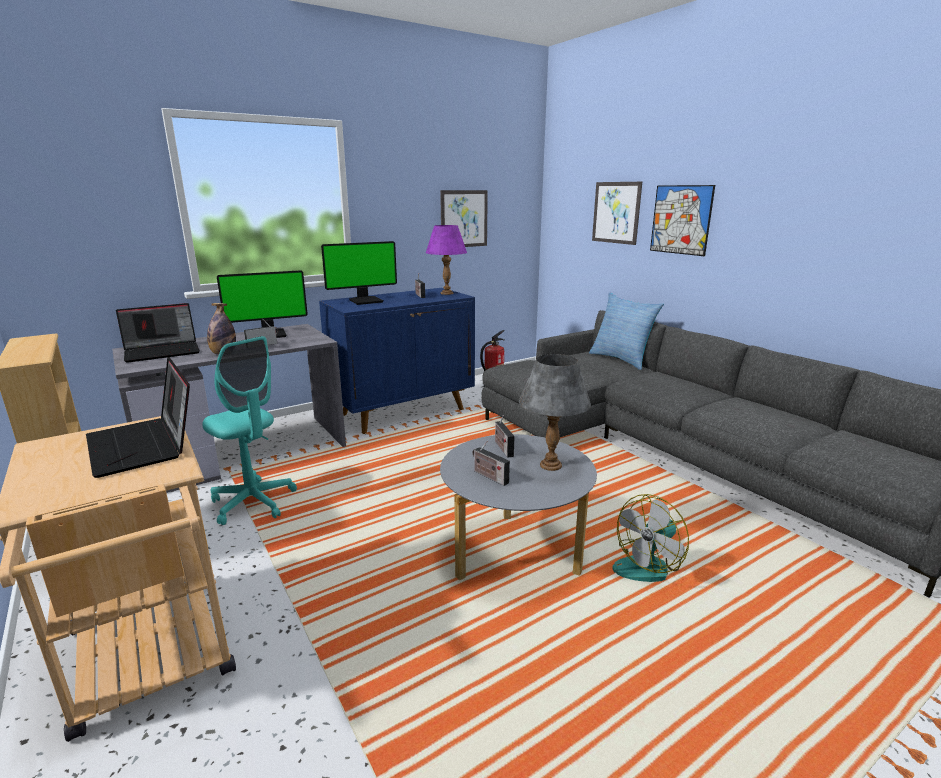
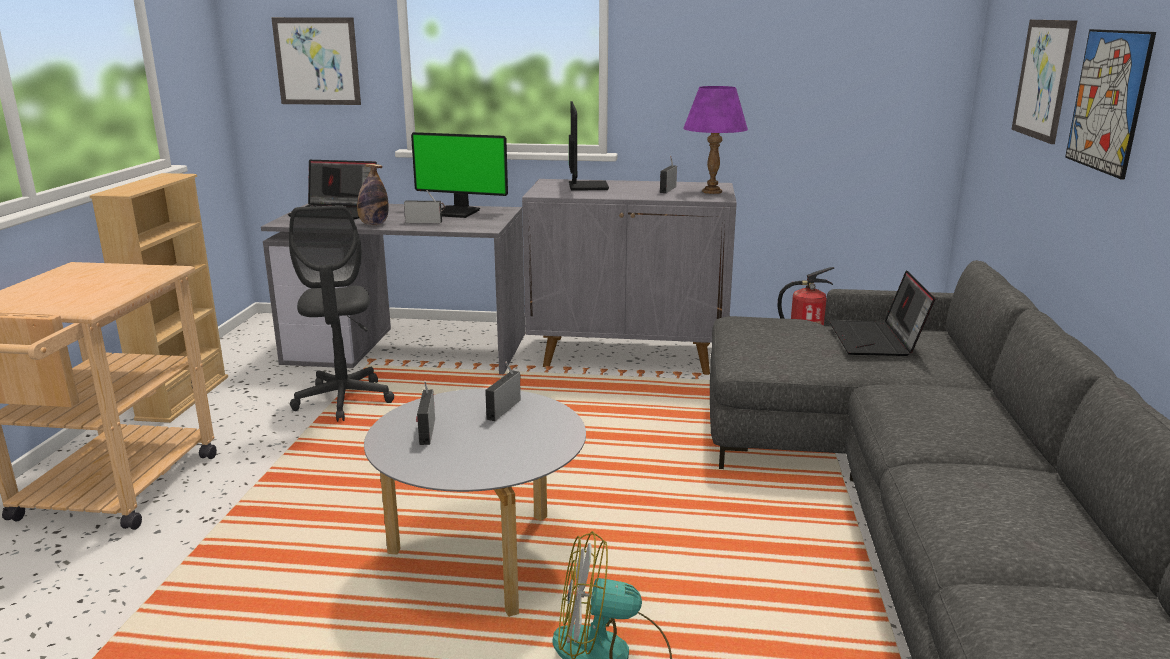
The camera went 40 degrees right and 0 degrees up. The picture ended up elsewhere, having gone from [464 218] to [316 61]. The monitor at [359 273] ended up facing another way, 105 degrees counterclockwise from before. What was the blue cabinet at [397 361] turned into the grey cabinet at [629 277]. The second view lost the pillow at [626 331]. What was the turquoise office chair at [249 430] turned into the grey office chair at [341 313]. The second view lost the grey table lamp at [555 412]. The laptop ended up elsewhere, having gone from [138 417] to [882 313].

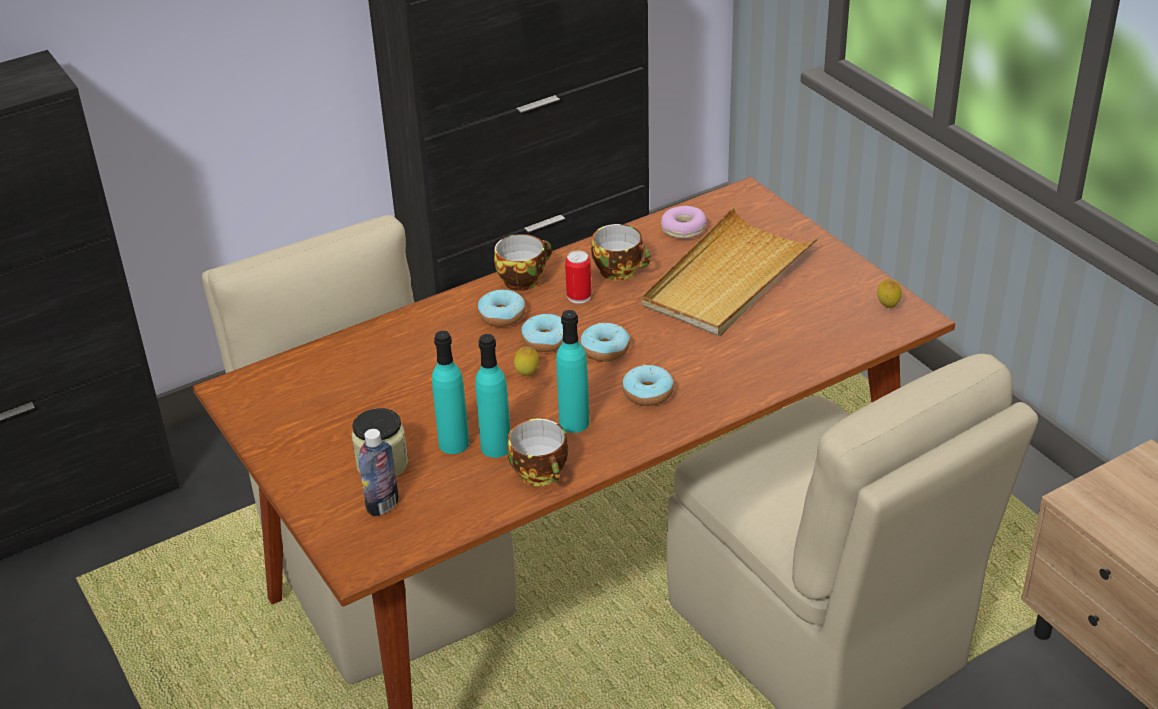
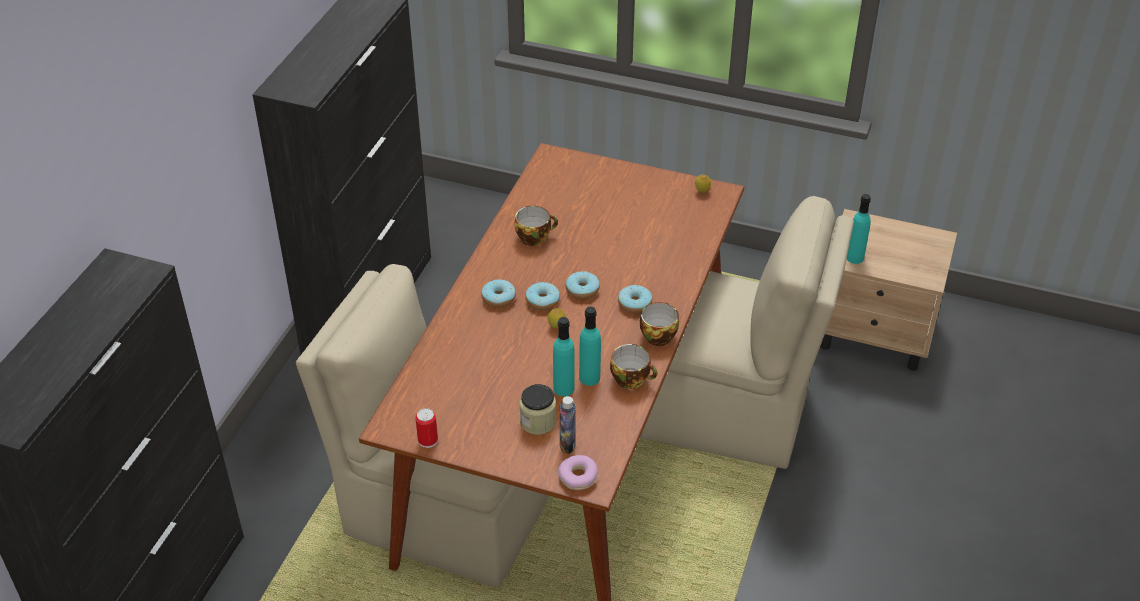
The camera went 40 degrees left and 5 degrees up. The donut ended up elsewhere, having gone from [684 222] to [578 472]. The second view lost the beige tray at [730 271]. The cup ended up elsewhere, having gone from [523 262] to [659 324]. The can ended up elsewhere, having gone from [578 277] to [426 428]. The turquoise bottle ended up elsewhere, having gone from [572 371] to [859 229].

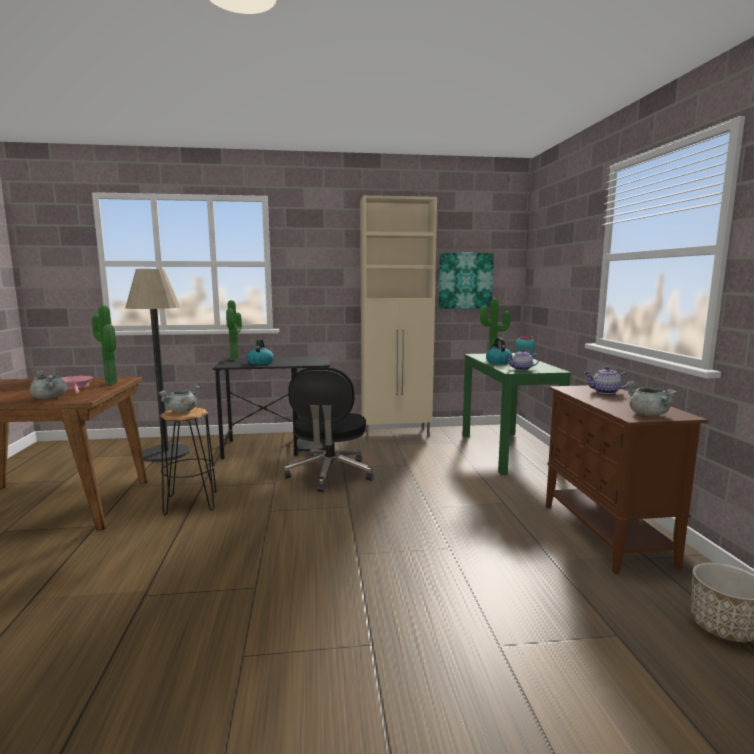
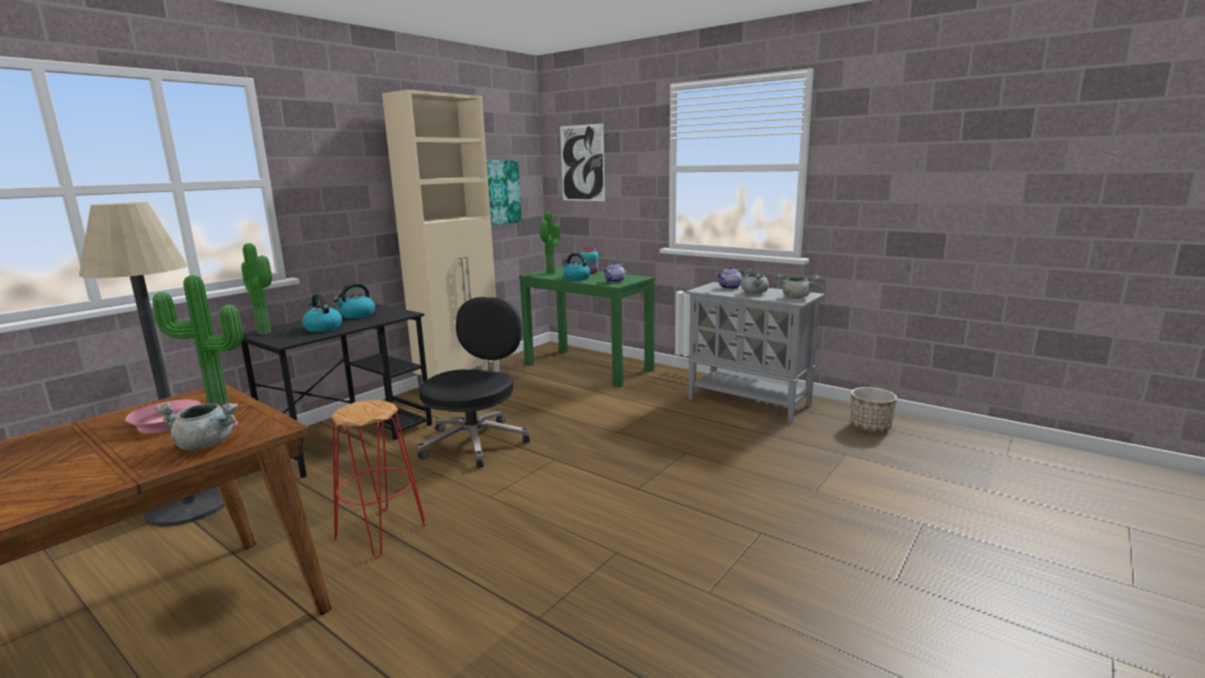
The camera went 45 degrees left and 5 degrees up. The black office chair at [329 429] ended up facing another way, 120 degrees counterclockwise from before. The grey cooking pot ended up elsewhere, having gone from [179 398] to [755 281]. What was the brown cabinet at [627 479] turned into the grey cabinet at [755 353]. What was the black stool at [188 461] turned into the red stool at [378 478]. The second view gained the picture at [582 162]. The second view gained the kettle at [354 300].

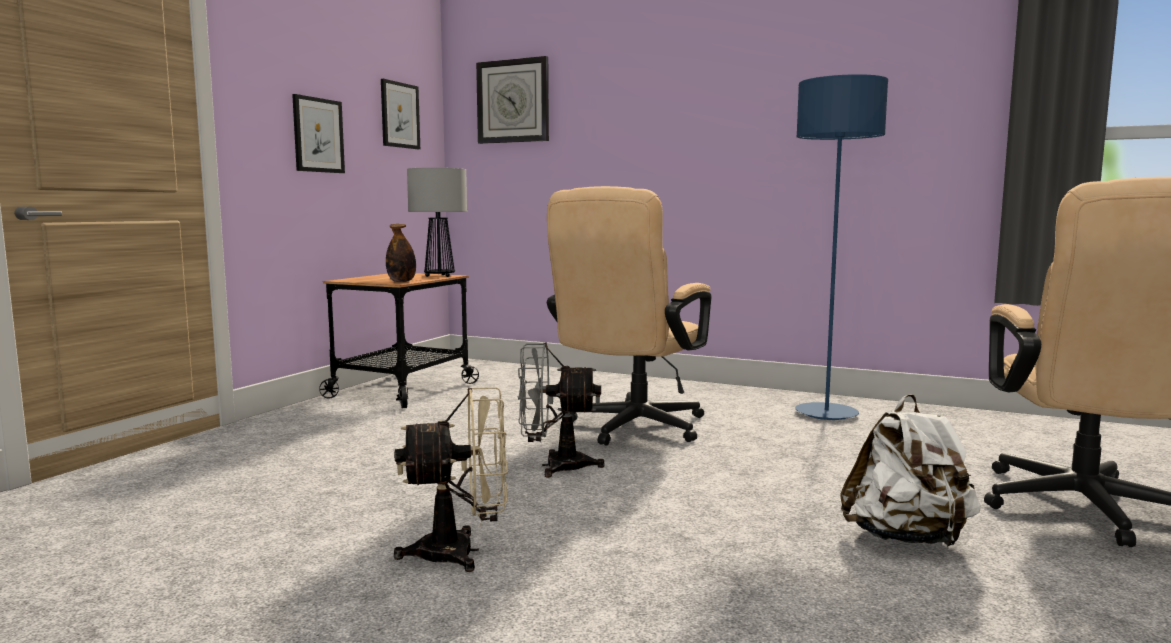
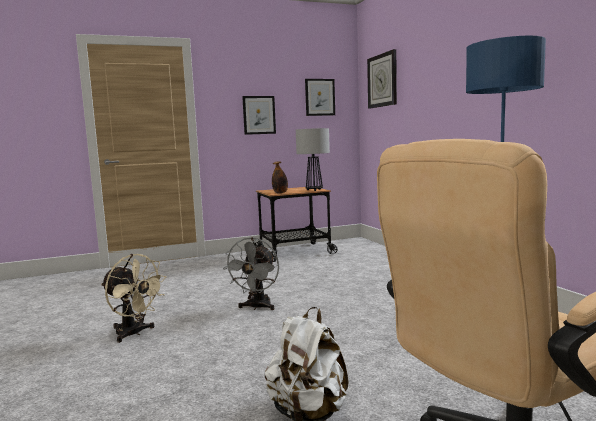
The camera went 45 degrees right and 0 degrees up. The second view lost the beige office chair at [629 316]. The grey fan at [561 410] ended up facing another way, 120 degrees counterclockwise from before.

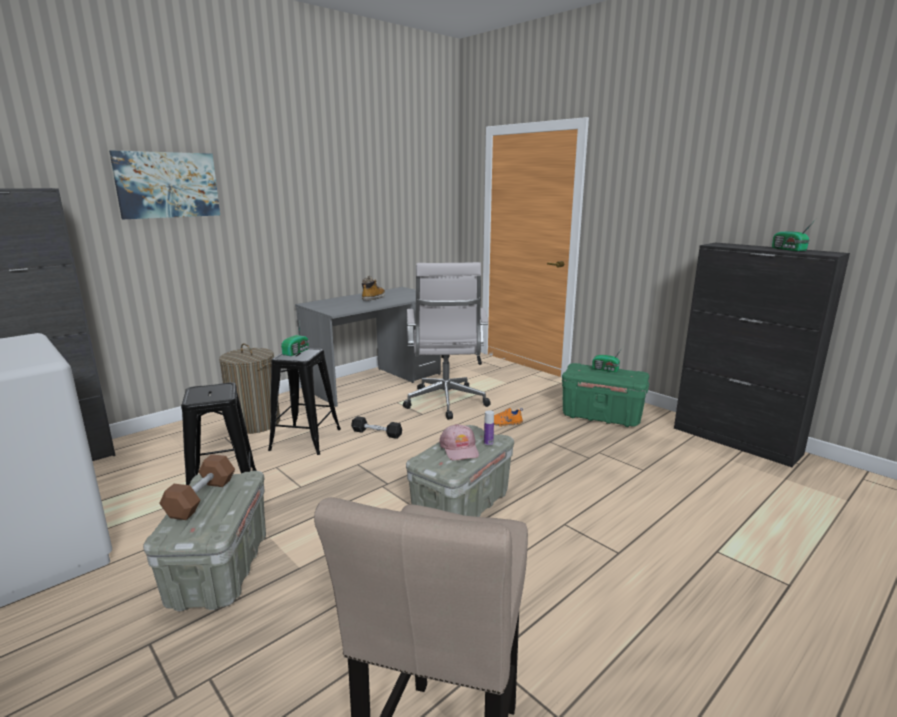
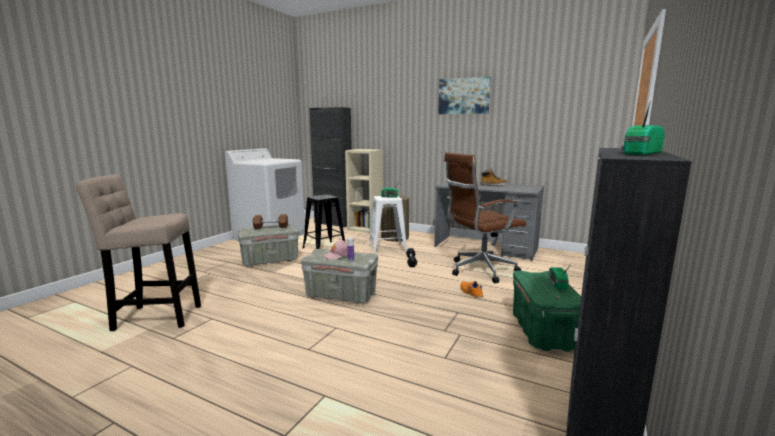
The camera went 70 degrees right and 5 degrees down. The picture ended up elsewhere, having gone from [164 184] to [464 95]. What was the white office chair at [447 341] turned into the brown office chair at [485 218]. What was the black stool at [304 402] turned into the white stool at [388 225]. The second view gained the beige bookcase at [364 191].

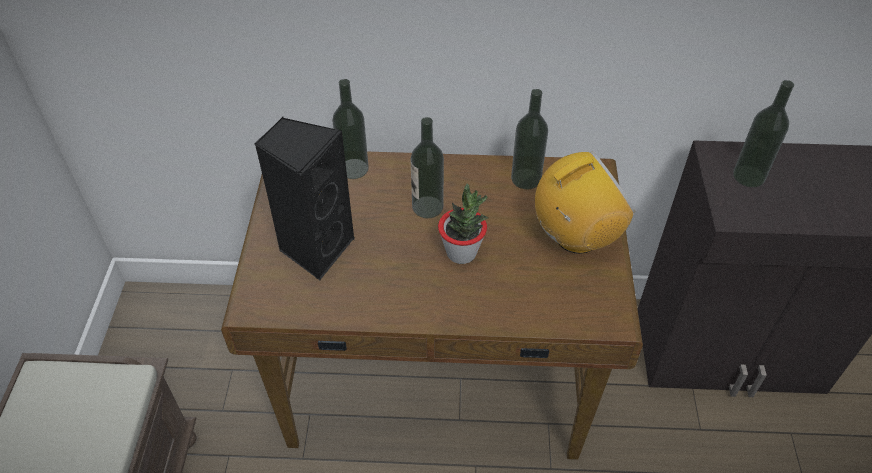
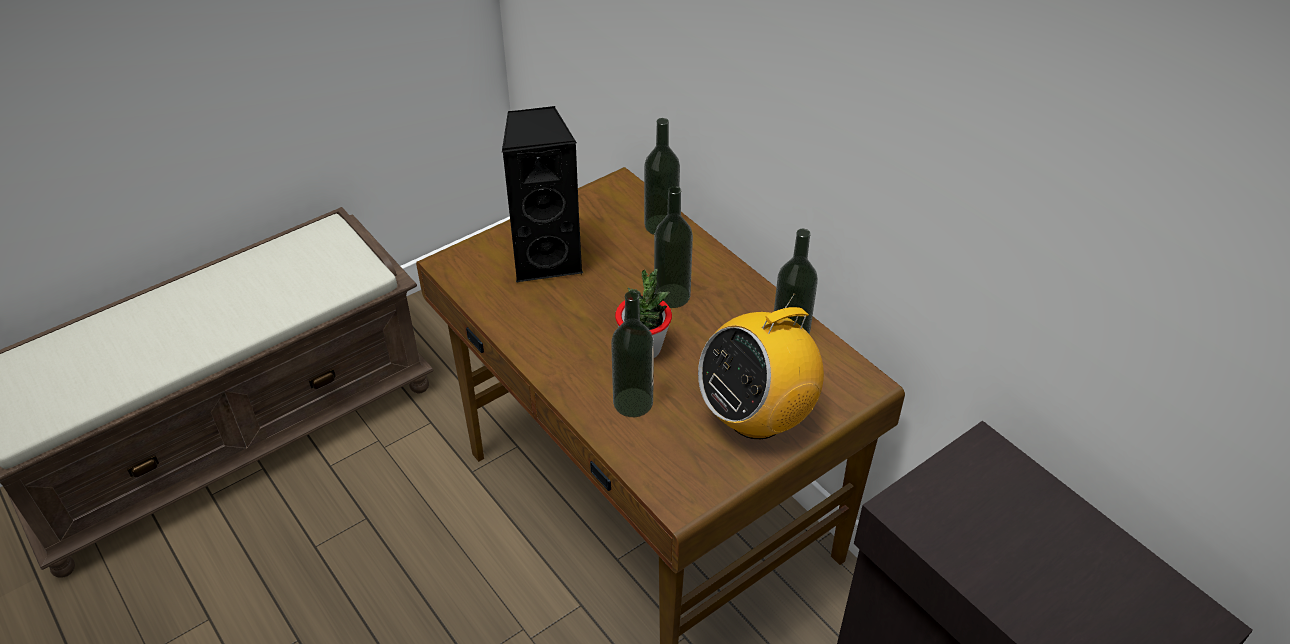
The camera went 50 degrees right and 5 degrees down. The bottle ended up elsewhere, having gone from [763 133] to [632 354]. The radio at [585 202] ended up facing another way, 120 degrees clockwise from before.

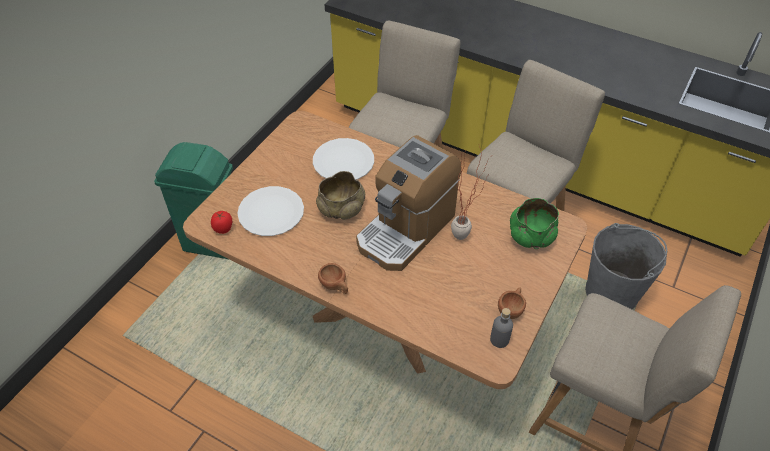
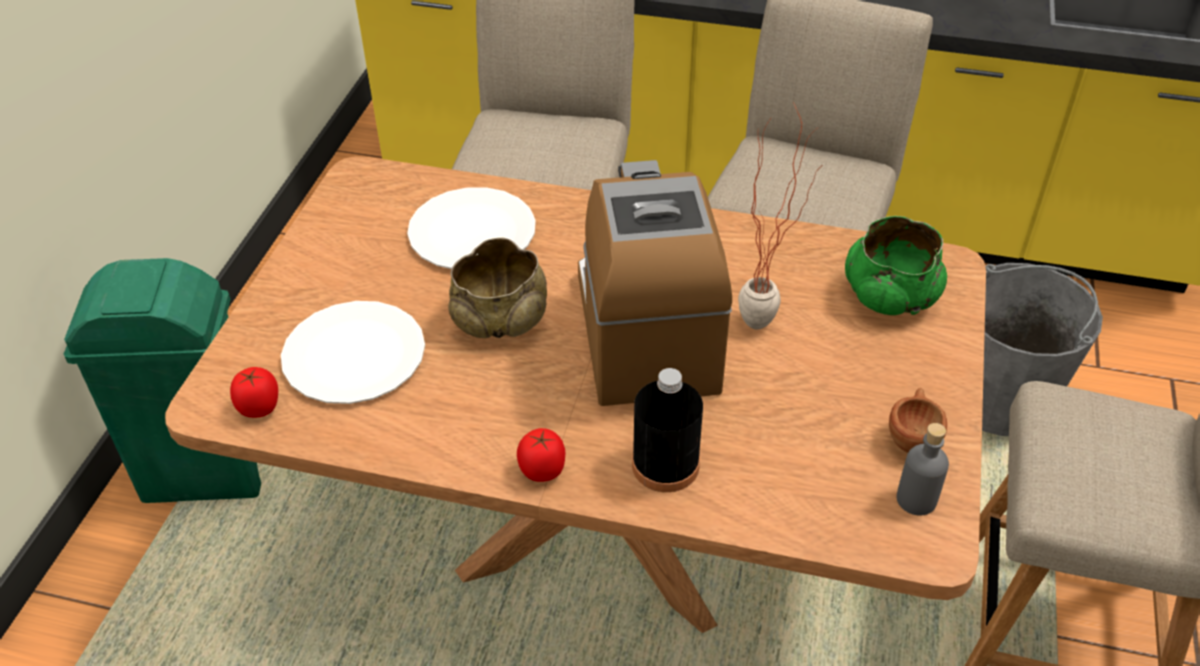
The camera went 15 degrees left and 5 degrees down. The coffee machine at [409 203] ended up facing another way, 150 degrees clockwise from before. Where the brown cup stood at [333 278], the tomato came to stand at [541 455]. The second view gained the black bottle at [667 430].

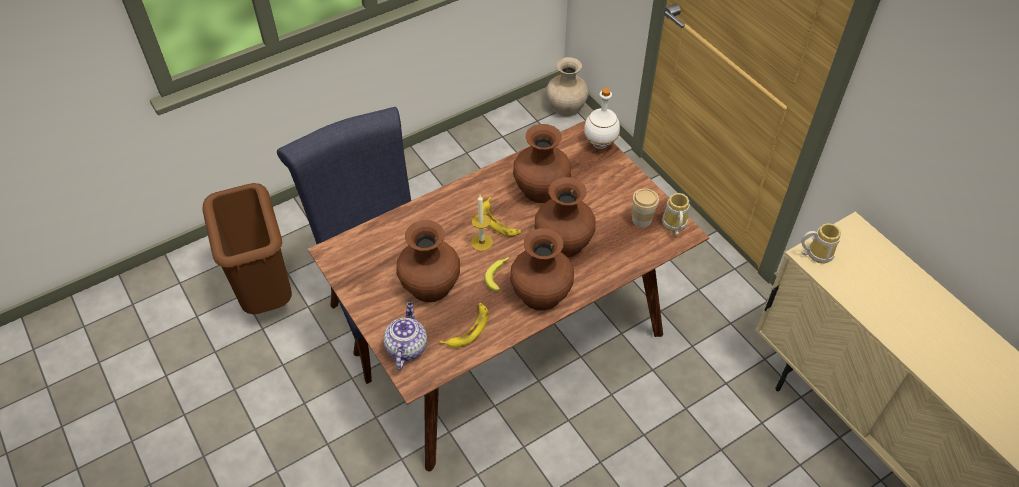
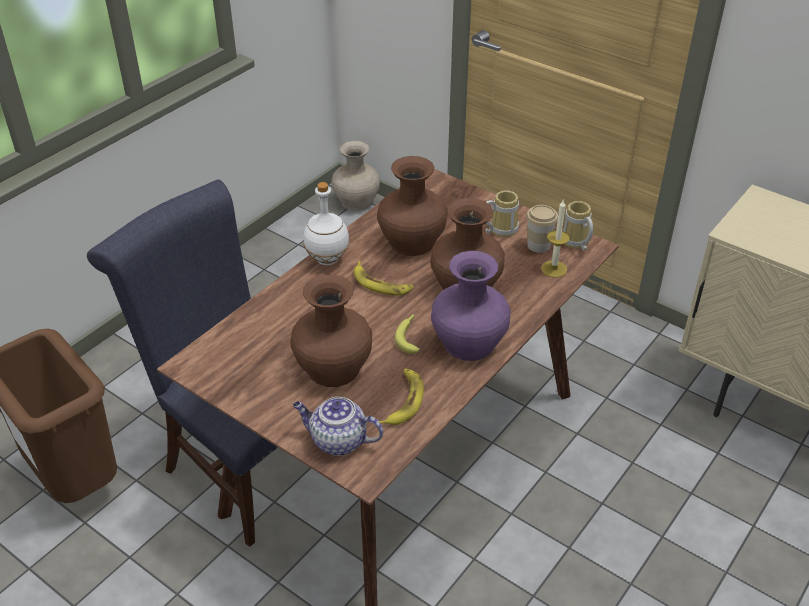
The camera went 20 degrees left and 10 degrees down. The white bottle ended up elsewhere, having gone from [602 118] to [326 223]. The candle ended up elsewhere, having gone from [482 223] to [555 238]. The mug ended up elsewhere, having gone from [821 243] to [502 213]. What was the brown vase at [542 269] turned into the purple vase at [470 306]. The teapot at [405 336] ended up facing another way, 60 degrees counterclockwise from before.

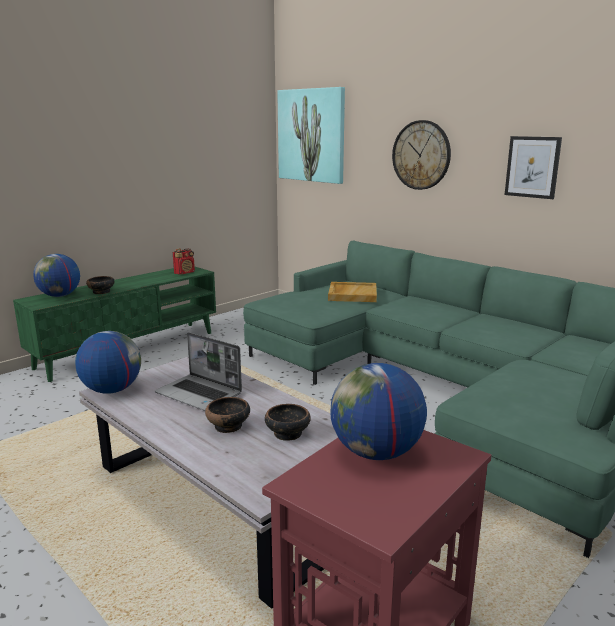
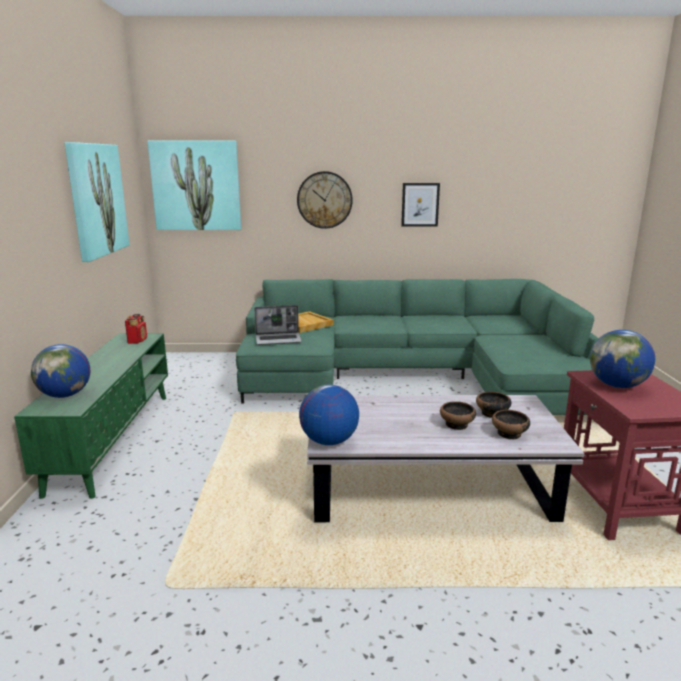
The camera went 45 degrees left and 0 degrees up. The bowl ended up elsewhere, having gone from [100 285] to [511 424]. The laptop ended up elsewhere, having gone from [198 371] to [278 325]. The second view gained the picture at [97 202].

